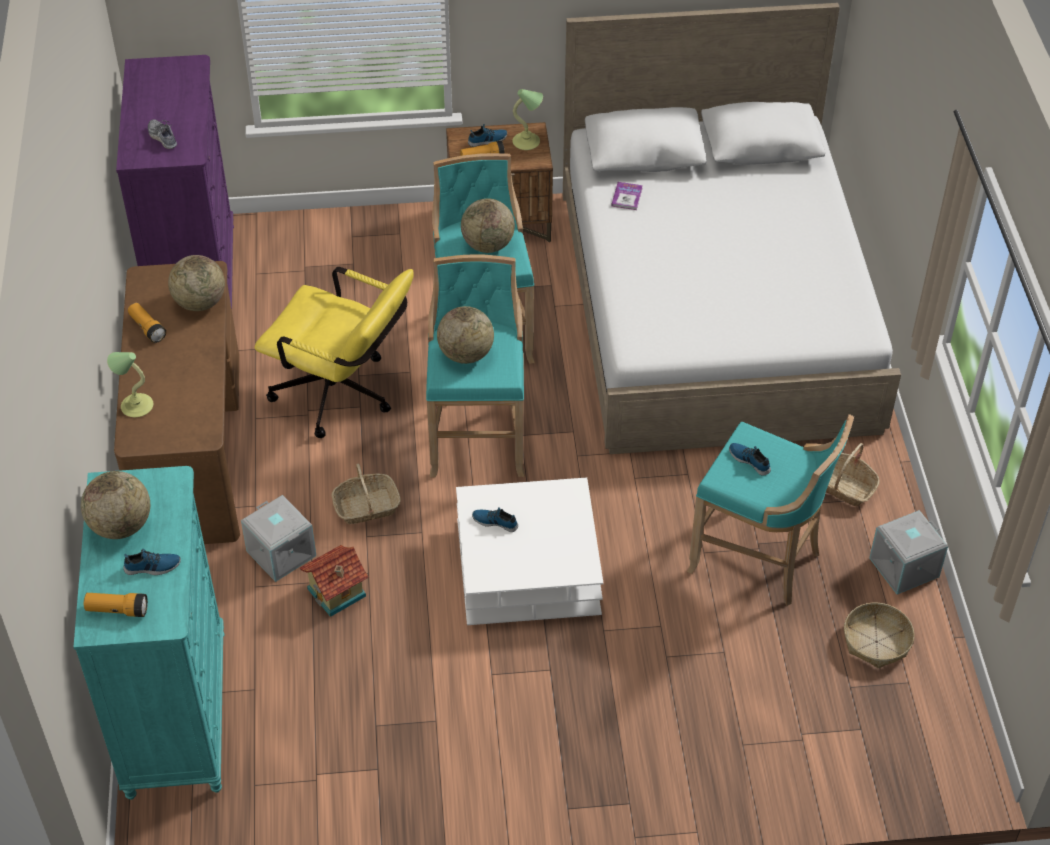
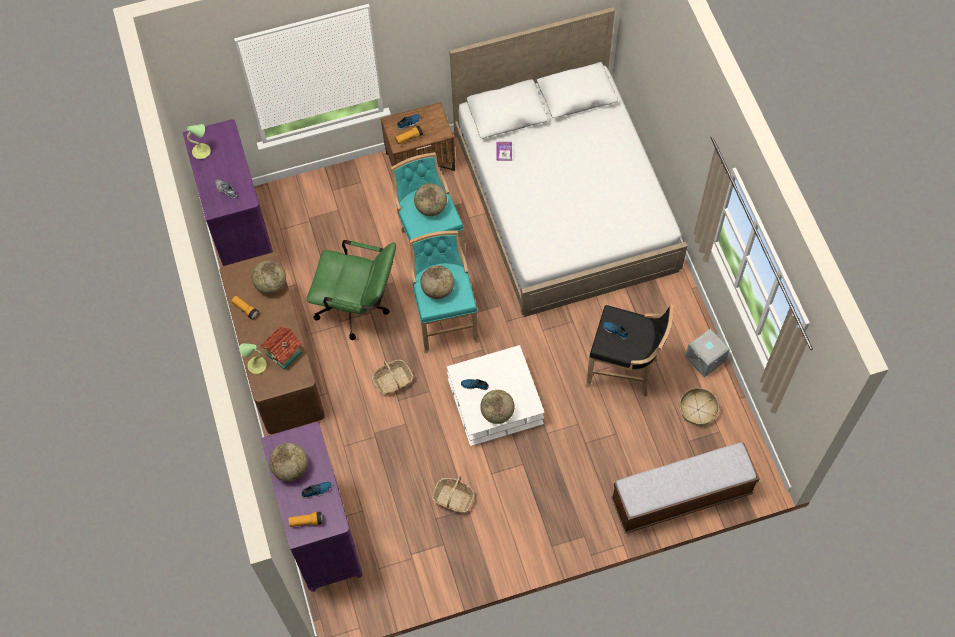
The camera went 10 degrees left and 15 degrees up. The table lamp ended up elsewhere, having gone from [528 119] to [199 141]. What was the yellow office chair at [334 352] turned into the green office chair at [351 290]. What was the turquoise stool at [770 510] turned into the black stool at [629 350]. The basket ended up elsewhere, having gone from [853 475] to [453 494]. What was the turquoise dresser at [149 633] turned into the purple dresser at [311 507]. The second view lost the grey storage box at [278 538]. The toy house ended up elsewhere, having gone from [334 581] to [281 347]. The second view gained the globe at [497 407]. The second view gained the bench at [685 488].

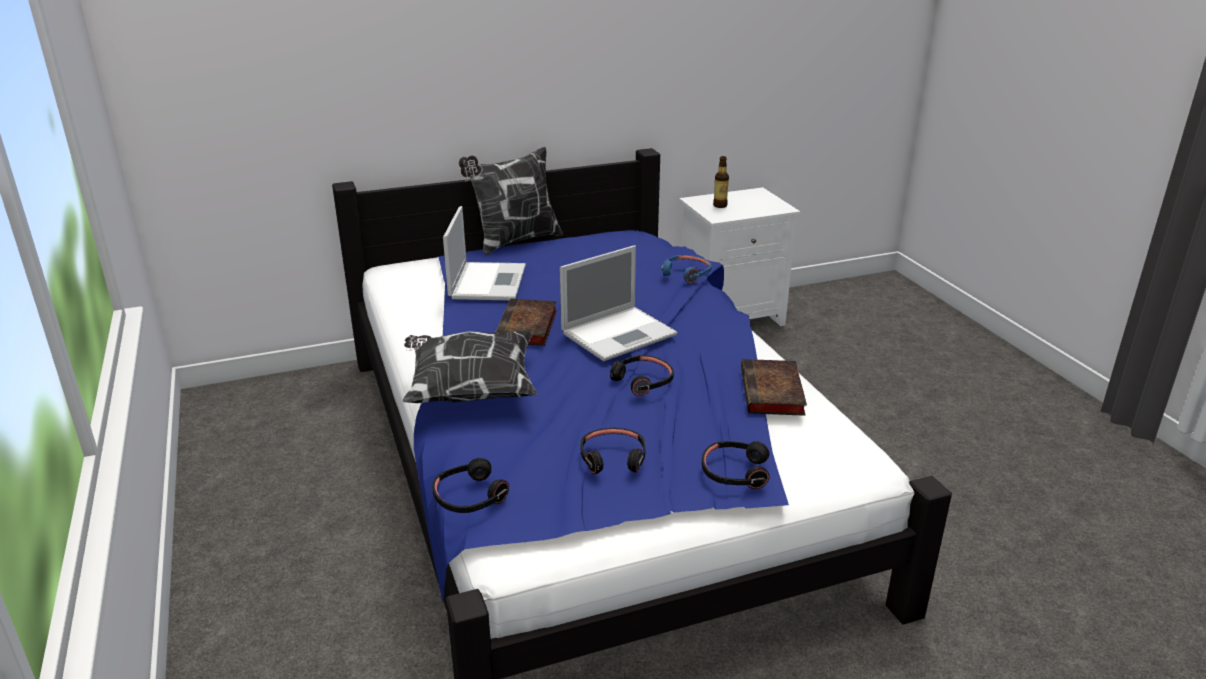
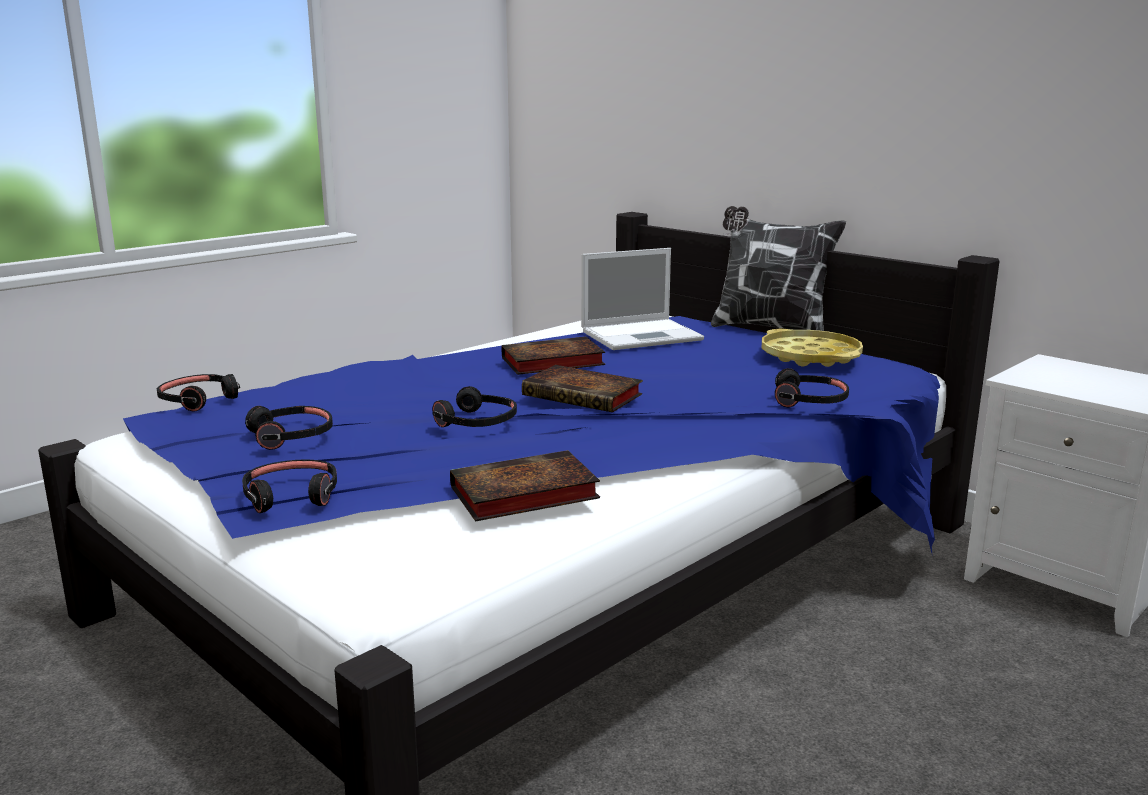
The camera went 65 degrees right and 10 degrees down. The second view lost the bottle at [721 182]. Where the laptop stood at [618 303], the book came to stand at [582 388]. What was the blue headphones at [686 269] turned into the black headphones at [812 387]. The second view lost the pillow at [470 367]. The second view gained the yellow tray at [812 348].

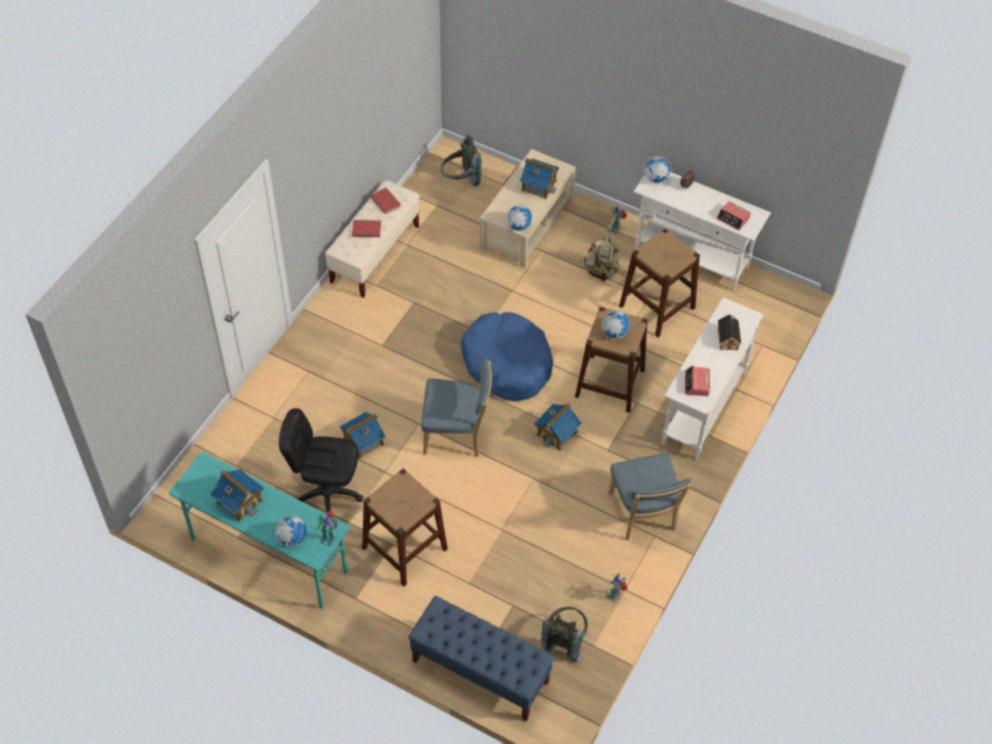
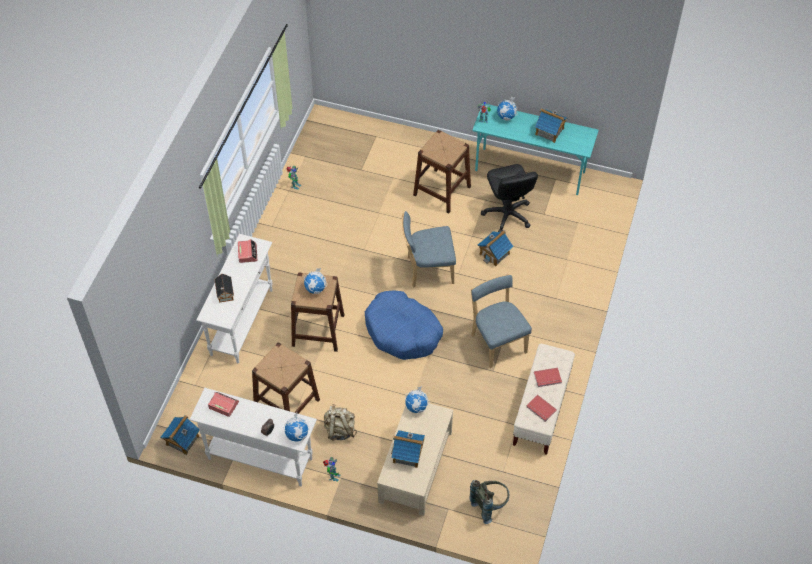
The camera went 170 degrees right and 0 degrees up. The toy house ended up elsewhere, having gone from [558 427] to [180 435]. The black office chair at [321 461] ended up facing another way, 75 degrees clockwise from before. The blue chair ended up elsewhere, having gone from [650 496] to [501 321]. The second view lost the blue bench at [481 659]. The second view lost the grey backpack at [564 635].

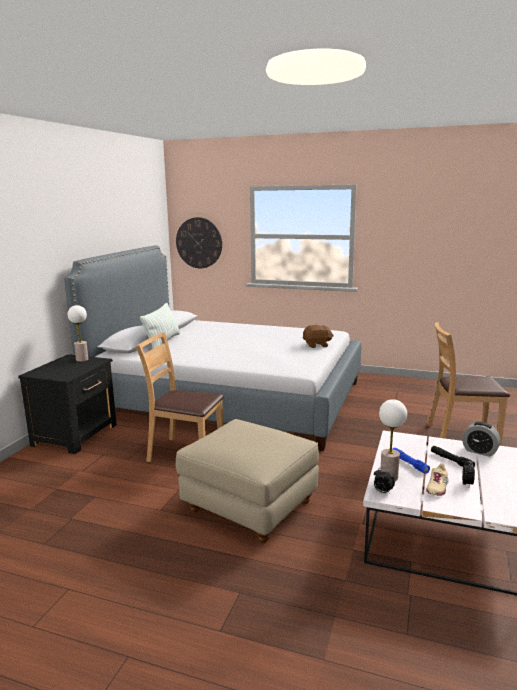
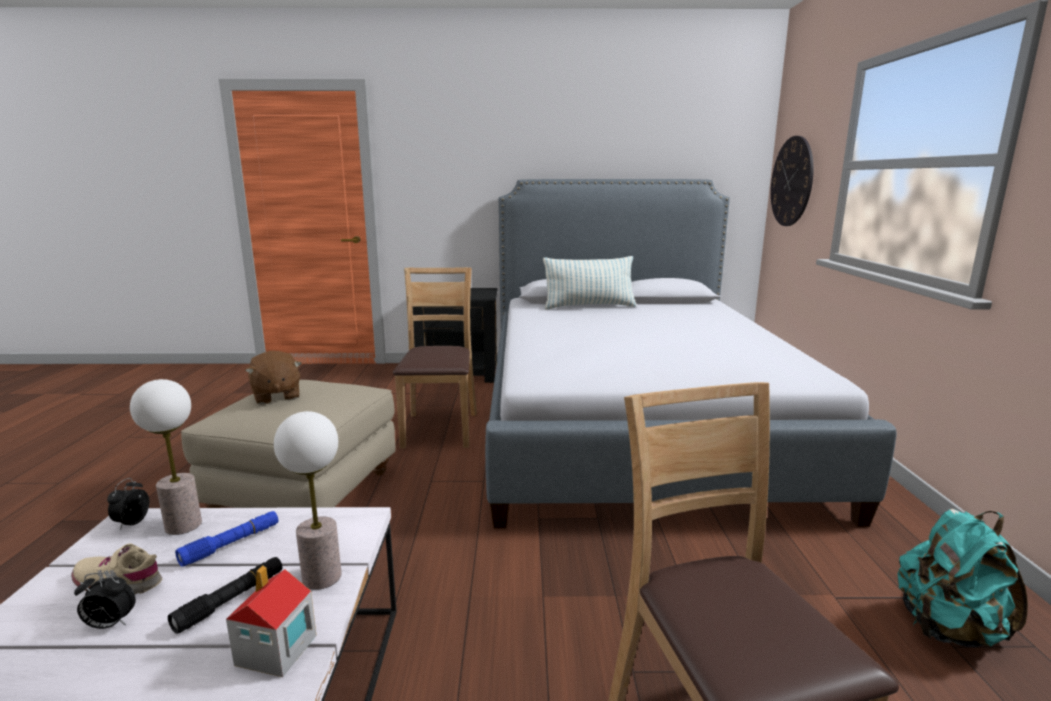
The camera went 70 degrees right and 0 degrees up. The table lamp ended up elsewhere, having gone from [78 333] to [308 500]. The brown plush toy ended up elsewhere, having gone from [318 336] to [273 377]. Where the alarm clock stood at [481 439], the toy house came to stand at [271 621]. The second view gained the turquoise backpack at [962 578].

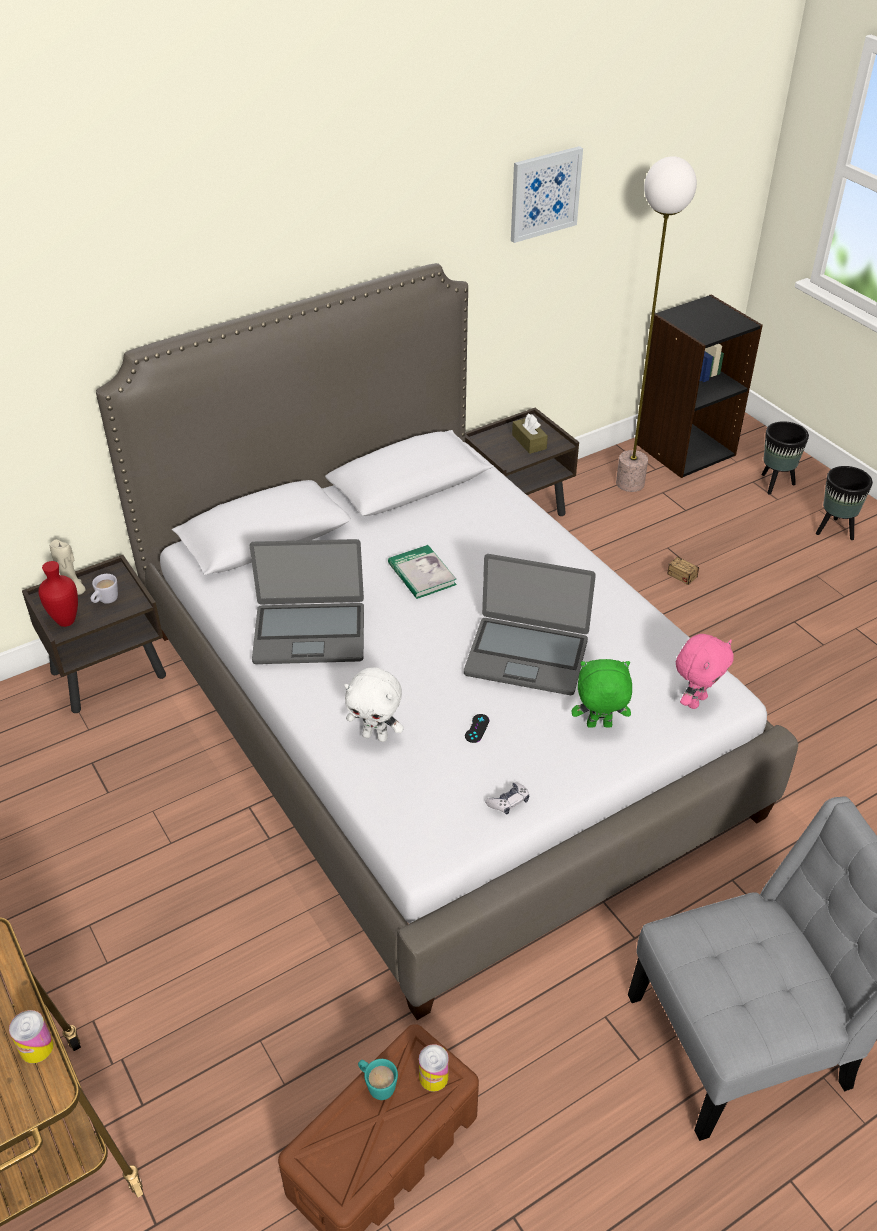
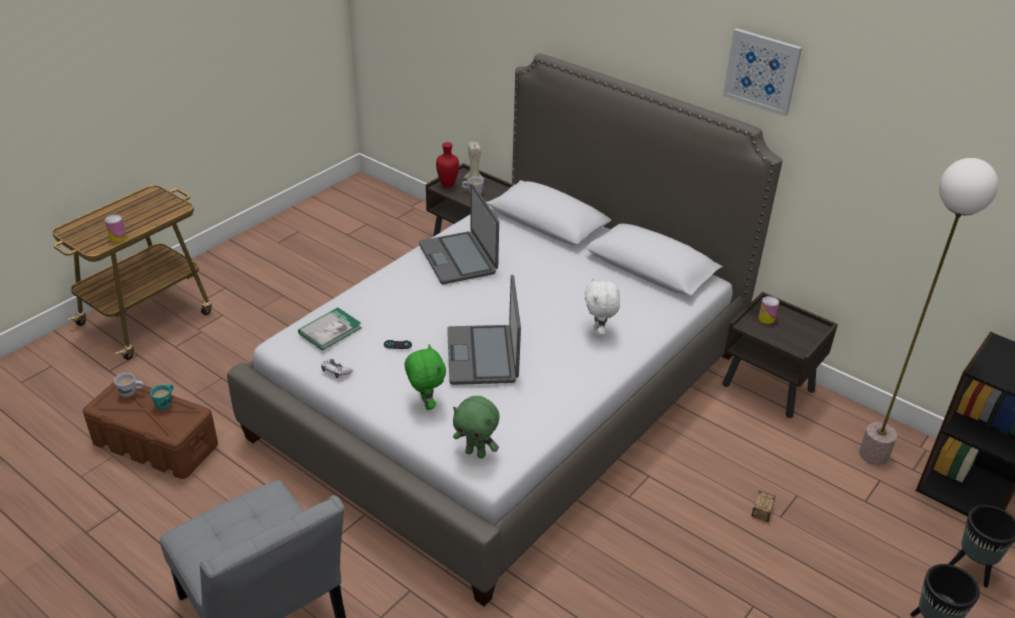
The camera went 70 degrees right and 5 degrees down. The picture ended up elsewhere, having gone from [547 194] to [762 72]. The second view lost the brown tissue box at [530 434]. The book ended up elsewhere, having gone from [422 572] to [329 329]. What was the pink plush toy at [705 671] turned into the green plush toy at [476 427]. The white plush toy ended up elsewhere, having gone from [374 704] to [602 307]. The can ended up elsewhere, having gone from [434 1068] to [768 310]. The second view gained the white mug at [129 385].

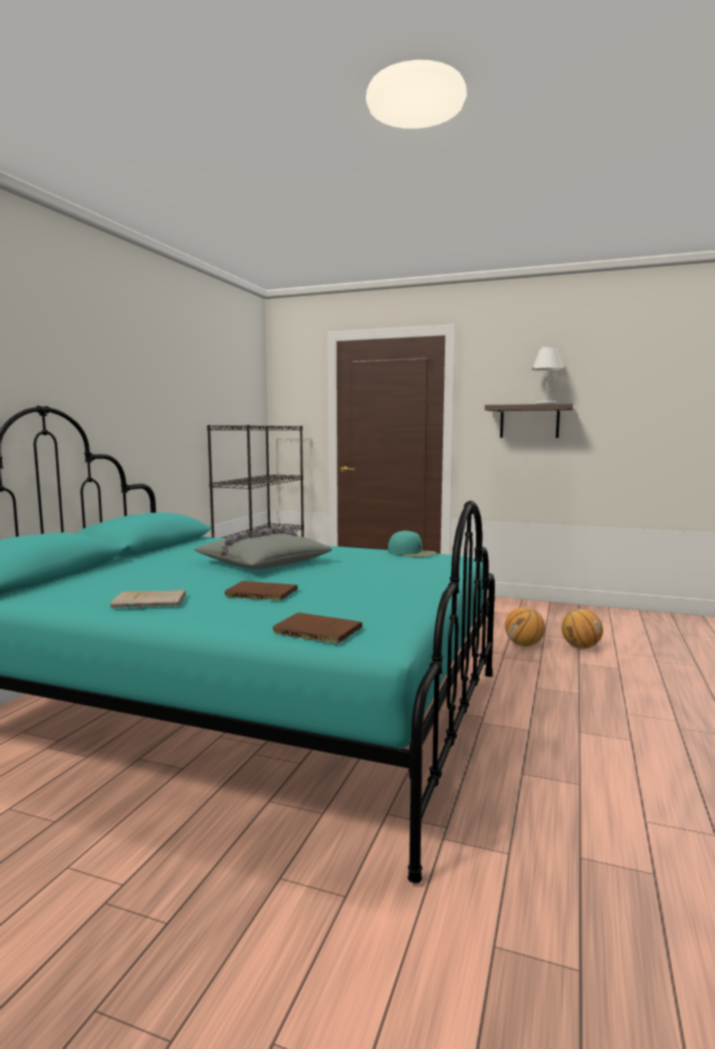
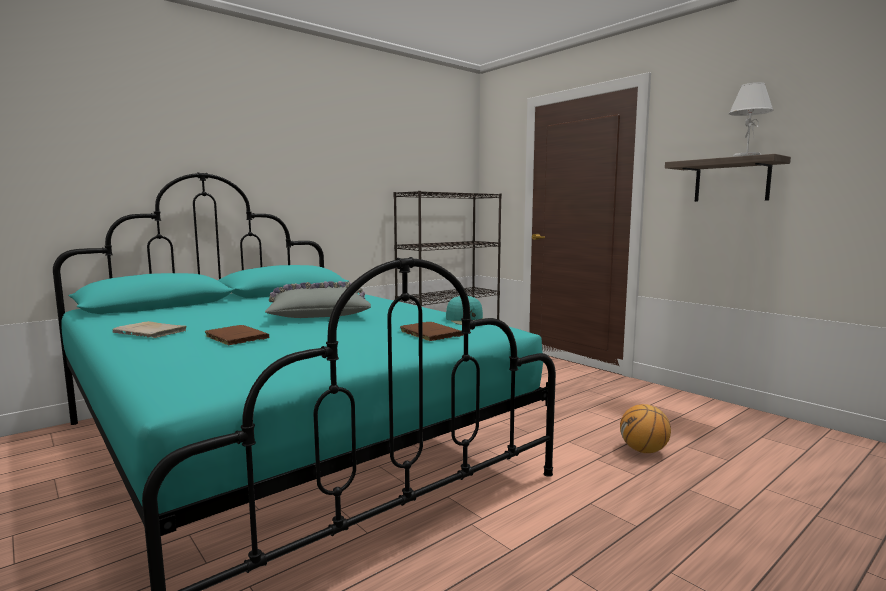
The camera went 30 degrees right and 0 degrees up. The second view lost the basketball at [582 629]. The brown book ended up elsewhere, having gone from [318 628] to [432 331].

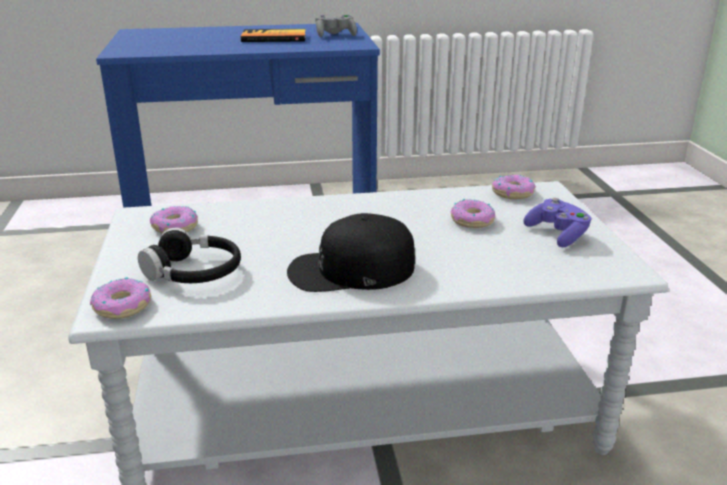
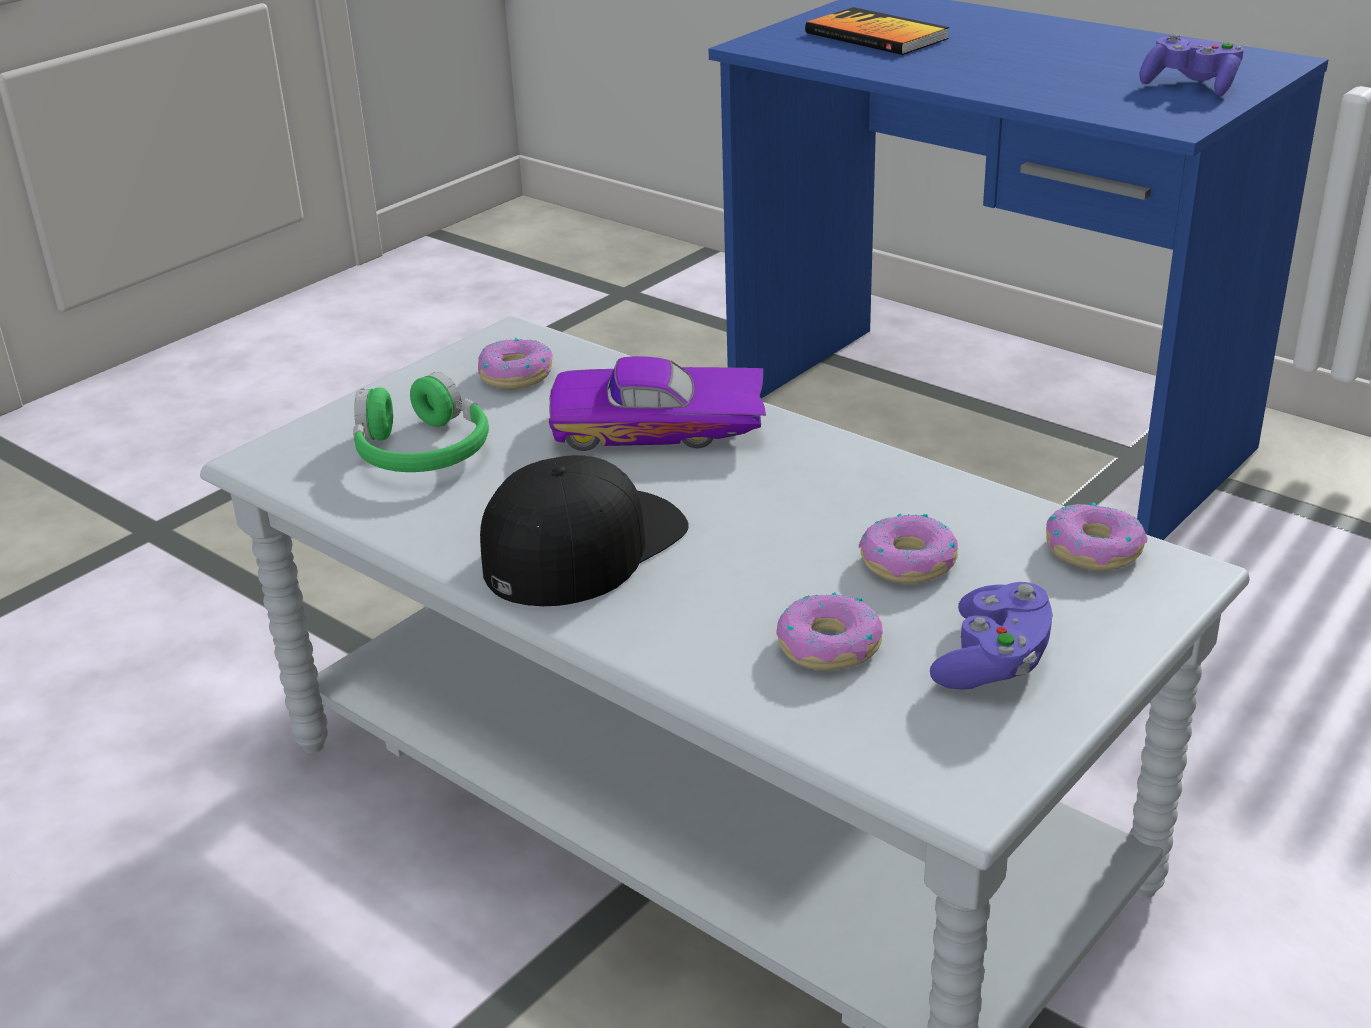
The camera went 50 degrees right and 5 degrees up. What was the grey game controller at [336 25] turned into the purple game controller at [1191 64]. The book ended up elsewhere, having gone from [273 35] to [877 31]. The black cap at [351 252] ended up facing another way, 90 degrees clockwise from before. What was the black headphones at [189 255] turned into the green headphones at [421 422]. The donut ended up elsewhere, having gone from [120 298] to [829 631]. The second view gained the purple toy car at [657 403].

